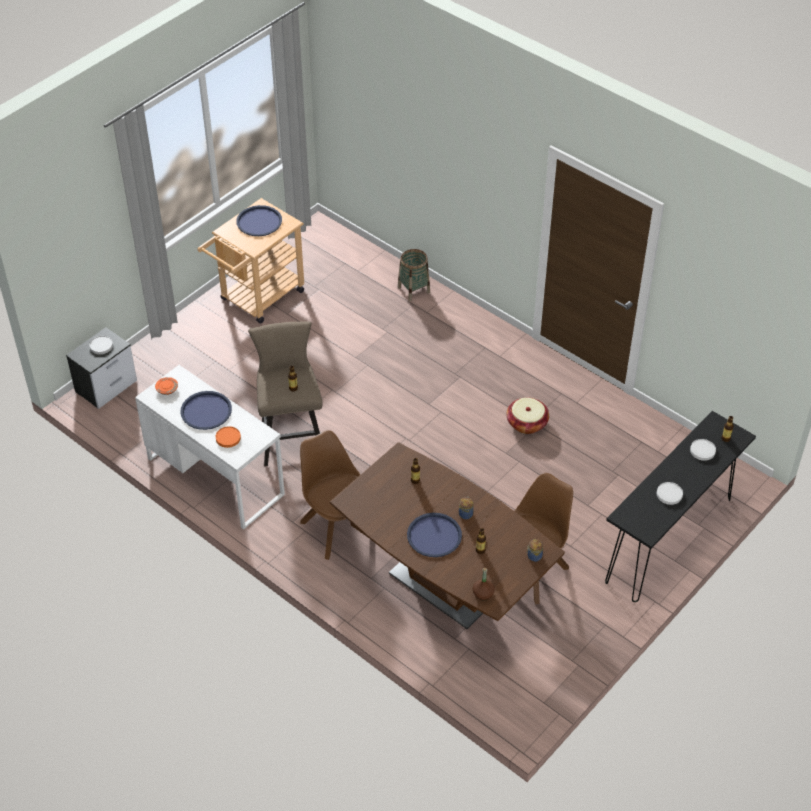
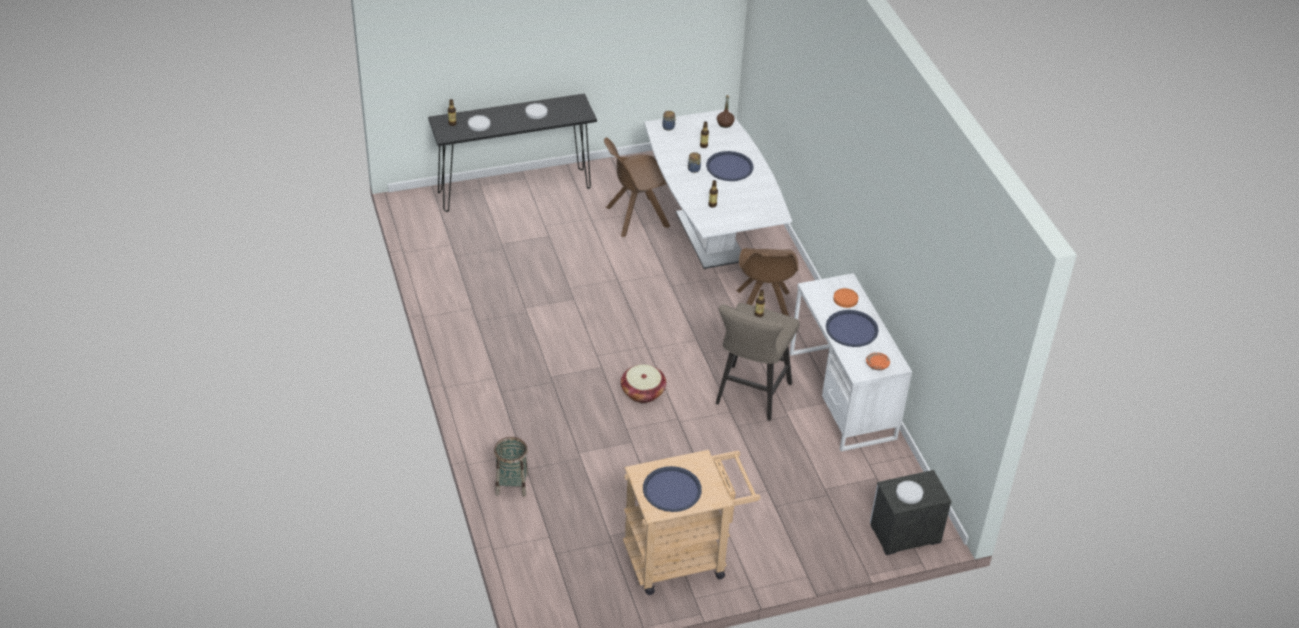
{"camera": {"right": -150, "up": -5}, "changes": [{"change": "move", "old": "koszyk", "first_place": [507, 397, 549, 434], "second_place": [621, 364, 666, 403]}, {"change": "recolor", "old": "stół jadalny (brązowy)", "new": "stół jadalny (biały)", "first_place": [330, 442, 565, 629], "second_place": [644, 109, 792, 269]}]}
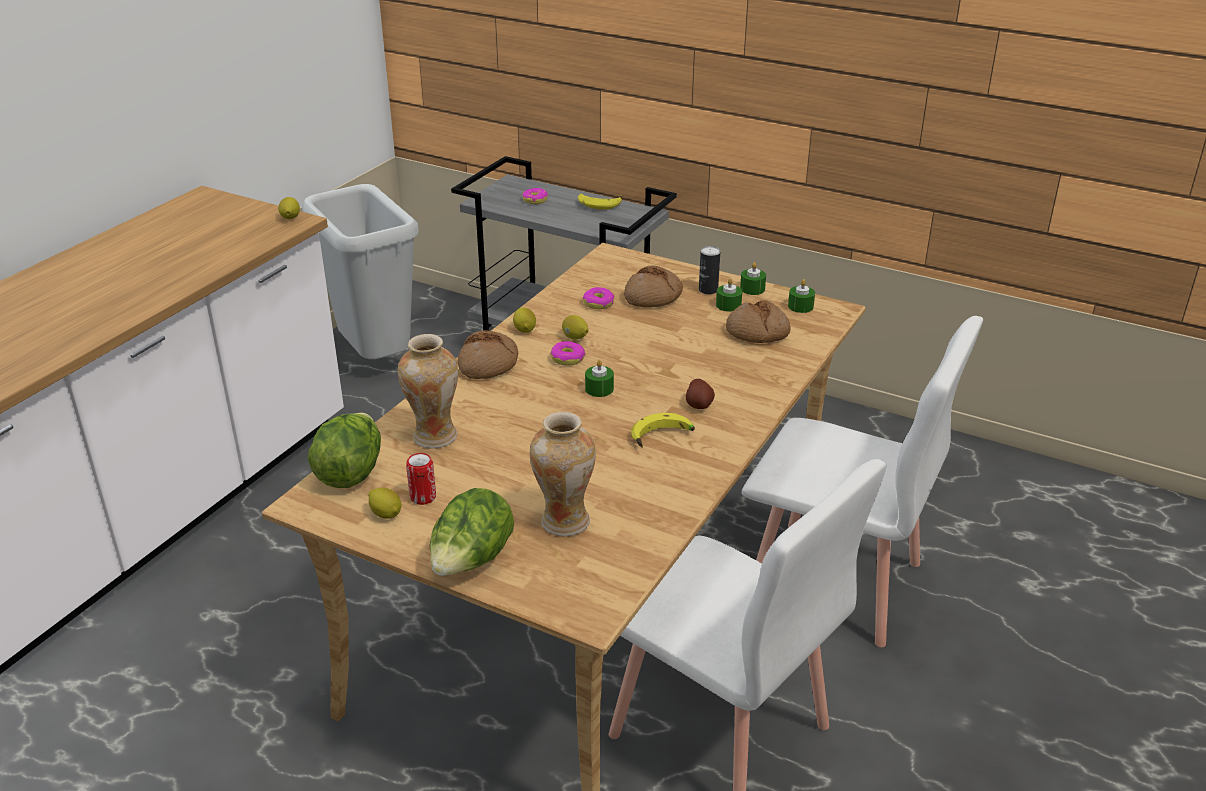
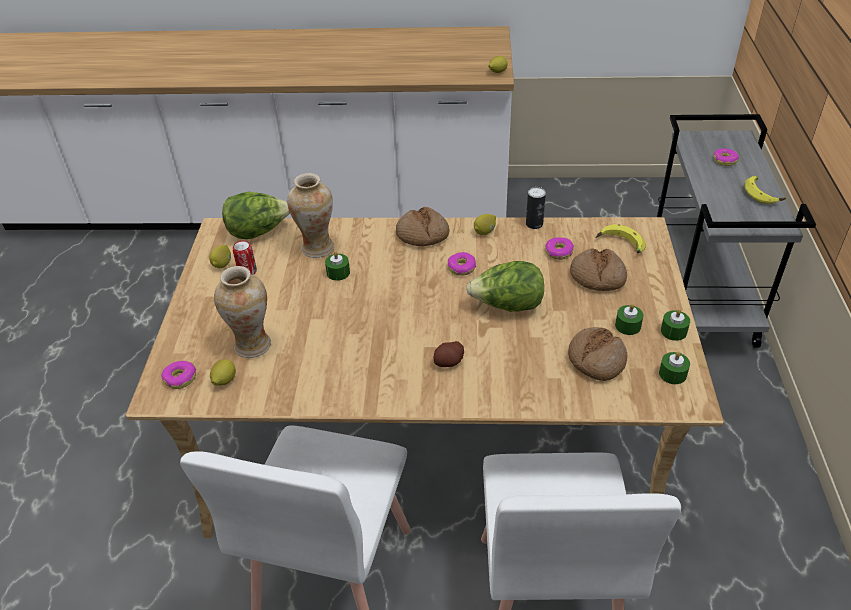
{"camera": {"right": 65, "up": 10}, "changes": [{"change": "insert", "new": "donut", "second_place": [161, 361, 196, 389]}, {"change": "move", "old": "cytryna", "first_place": [562, 315, 589, 339], "second_place": [210, 359, 236, 386]}, {"change": "move", "old": "świeca (zielony)", "first_place": [585, 360, 614, 397], "second_place": [325, 251, 350, 281]}, {"change": "move", "old": "sałata", "first_place": [430, 488, 514, 576], "second_place": [466, 261, 544, 312]}, {"change": "move", "old": "puszka", "first_place": [699, 246, 720, 294], "second_place": [526, 187, 546, 229]}, {"change": "move", "old": "banan", "first_place": [631, 413, 695, 447], "second_place": [595, 224, 646, 253]}, {"change": "delete", "old": "kosz na śmieci (szary)", "first_place": [302, 184, 419, 359]}]}
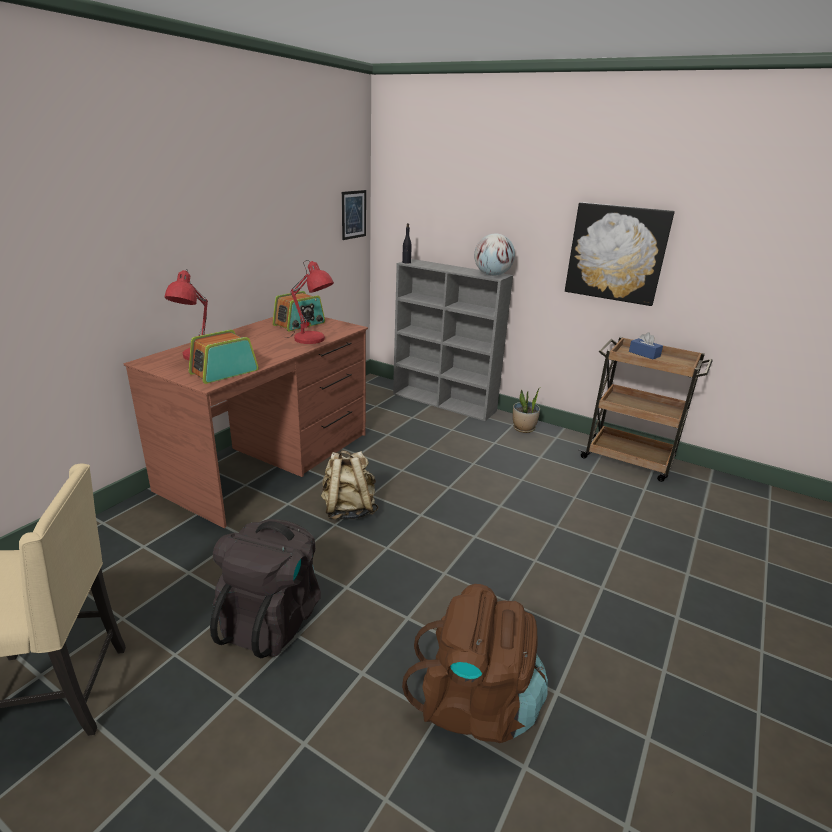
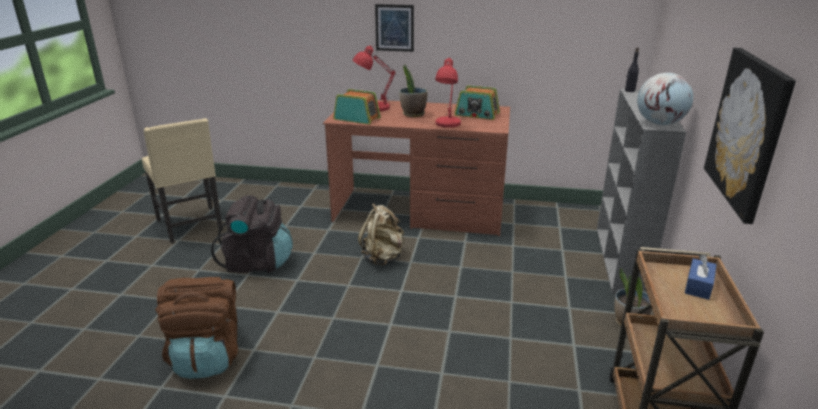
{"camera": {"right": 70, "up": 0}, "changes": [{"change": "move", "old": "obraz", "first_place": [342, 190, 366, 240], "second_place": [375, 4, 414, 52]}, {"change": "insert", "new": "roślina doniczkowa", "second_place": [399, 65, 428, 117]}]}
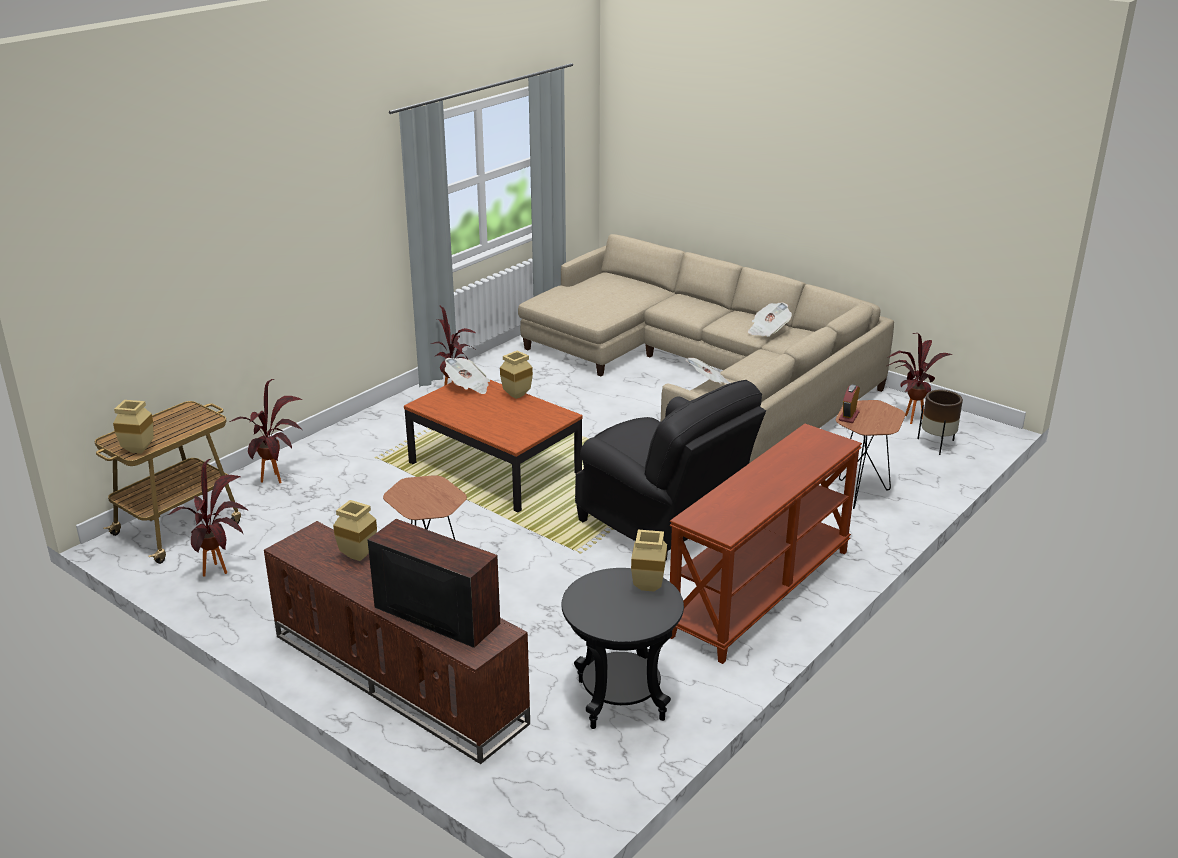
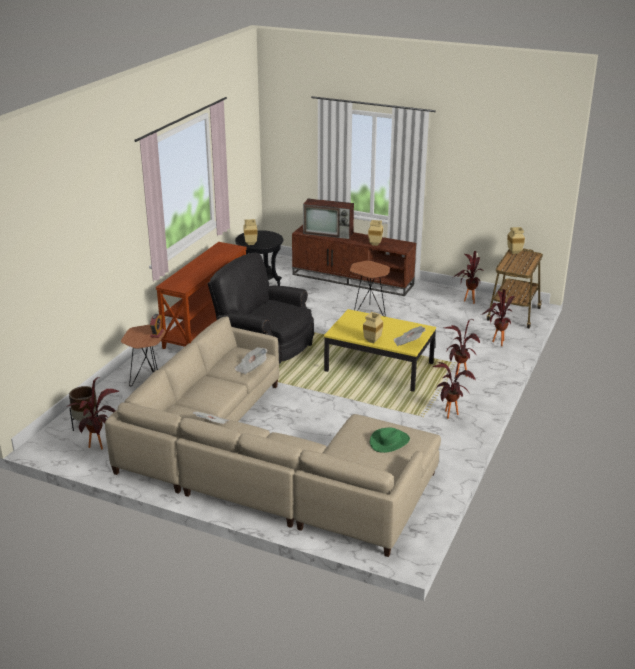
{"camera": {"right": 165, "up": 0}, "changes": [{"change": "recolor", "old": "ława (brązowy)", "new": "ława (żółty)", "first_place": [404, 380, 583, 512], "second_place": [324, 309, 436, 392]}, {"change": "insert", "new": "kapelusz (zielony)", "second_place": [370, 427, 410, 453]}, {"change": "insert", "new": "roślina doniczkowa", "second_place": [443, 319, 480, 377]}]}
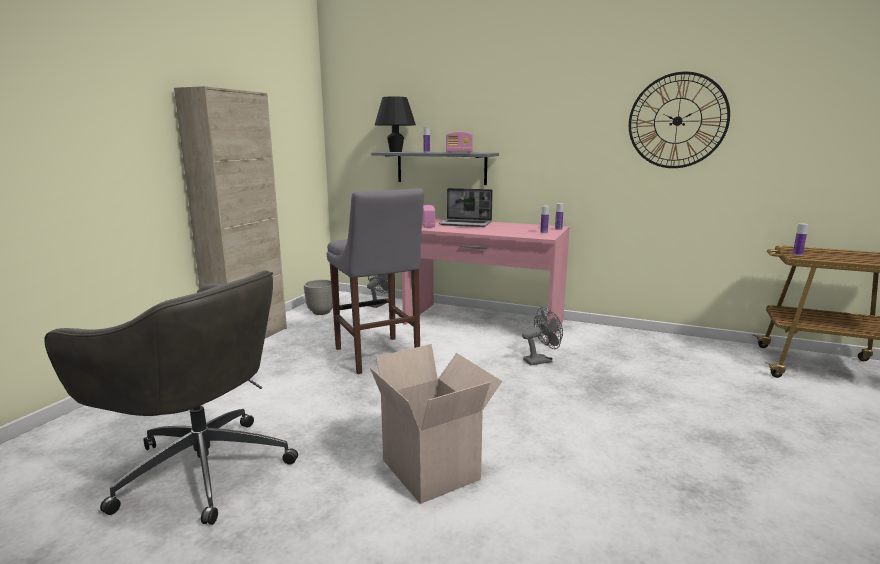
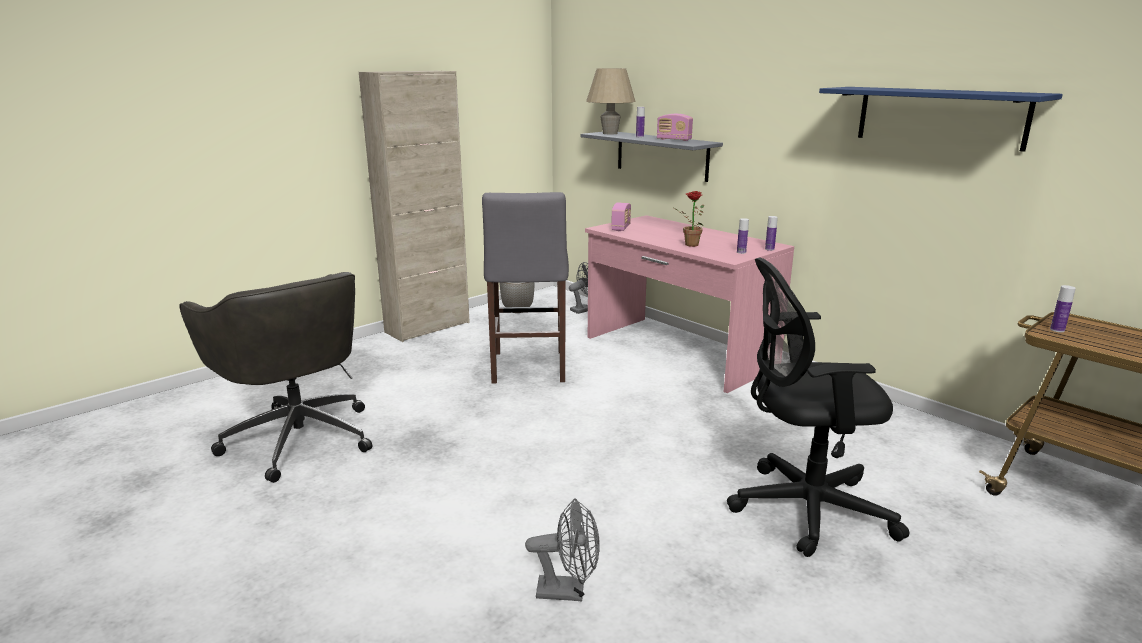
{"camera": {"right": 25, "up": 5}, "changes": [{"change": "move", "old": "wentylator (szary)", "first_place": [522, 307, 563, 366], "second_place": [525, 498, 600, 601]}, {"change": "recolor", "old": "lampa stołowa (czarny)", "new": "lampa stołowa (beżowy)", "first_place": [375, 96, 416, 152], "second_place": [586, 68, 636, 134]}, {"change": "insert", "new": "roślina doniczkowa", "second_place": [674, 191, 704, 247]}, {"change": "insert", "new": "krzesło biurowe (czarny)", "second_place": [727, 258, 910, 557]}, {"change": "replace", "old": "zegar ścienny", "new": "półka (niebieski)", "first_place": [629, 72, 730, 168], "second_place": [819, 87, 1063, 152]}, {"change": "delete", "old": "karton", "first_place": [370, 344, 502, 504]}, {"change": "delete", "old": "laptop", "first_place": [439, 188, 493, 227]}]}
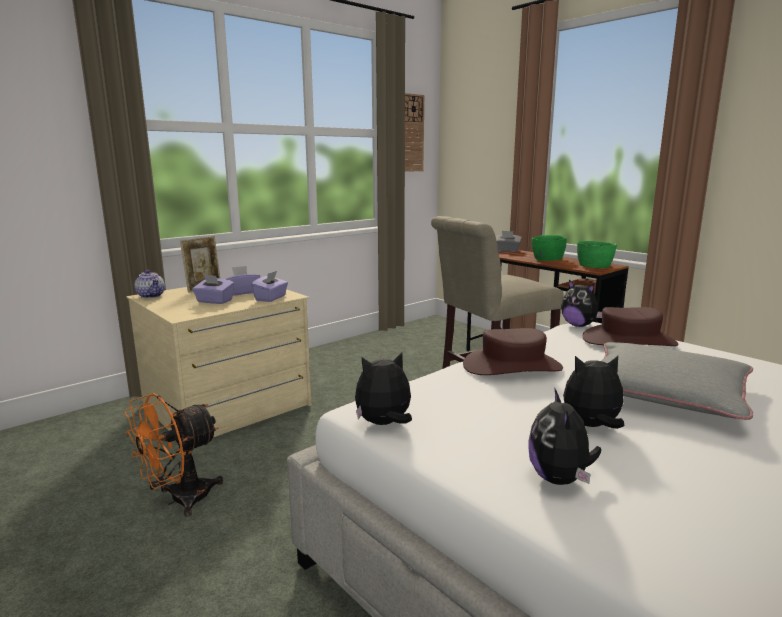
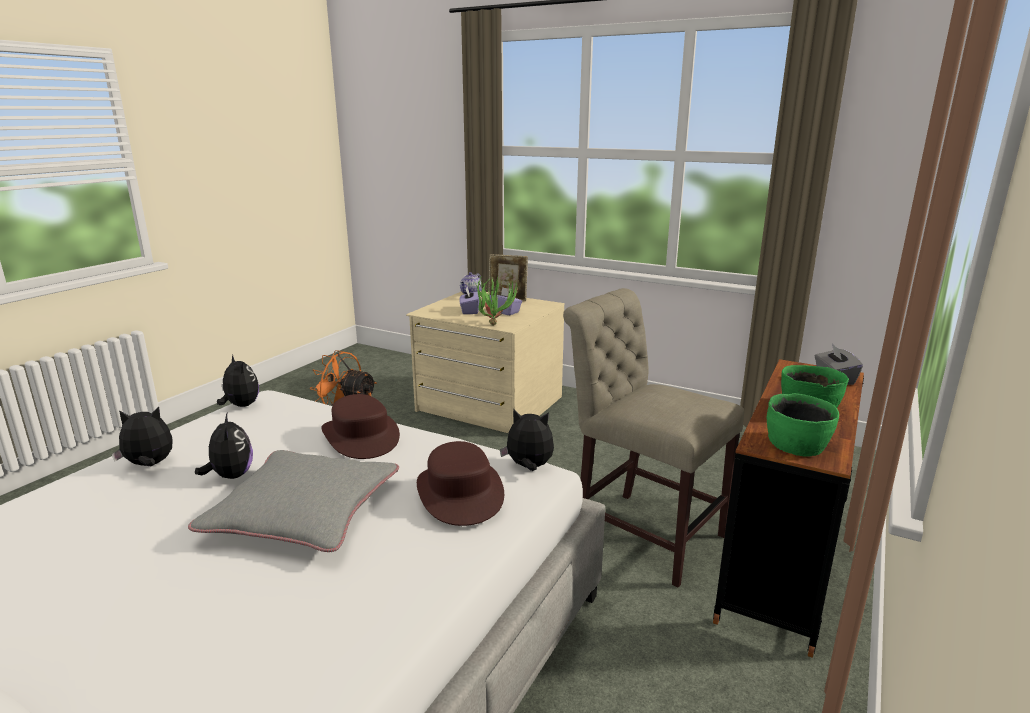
{"camera": {"right": 70, "up": 5}, "changes": [{"change": "replace", "old": "pudełko chusteczek (fioletowy)", "new": "roślina doniczkowa", "first_place": [251, 271, 288, 302], "second_place": [474, 275, 518, 326]}, {"change": "rotate", "old": "pluszak", "first_place": [561, 280, 602, 327], "second_place": [500, 409, 554, 471], "degrees": 75}, {"change": "delete", "old": "zegar ścienny", "first_place": [405, 93, 424, 172]}]}
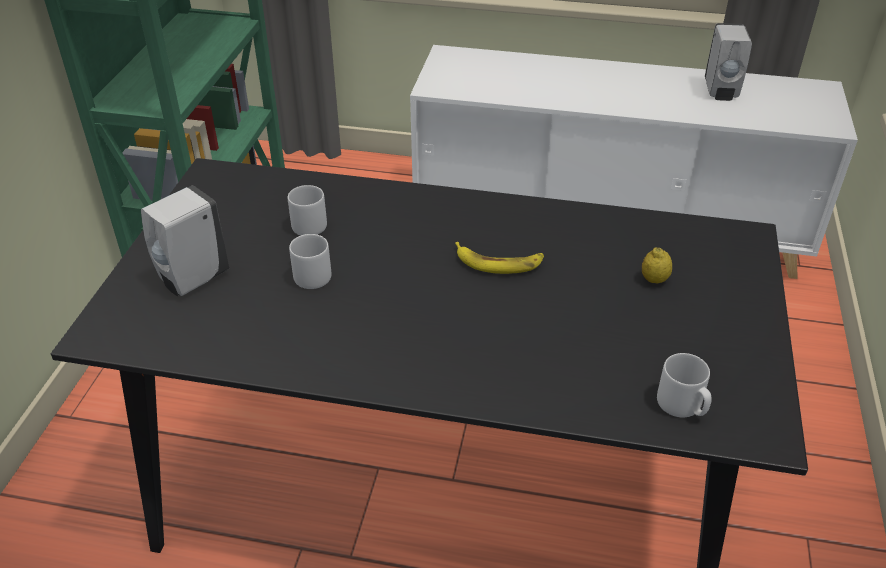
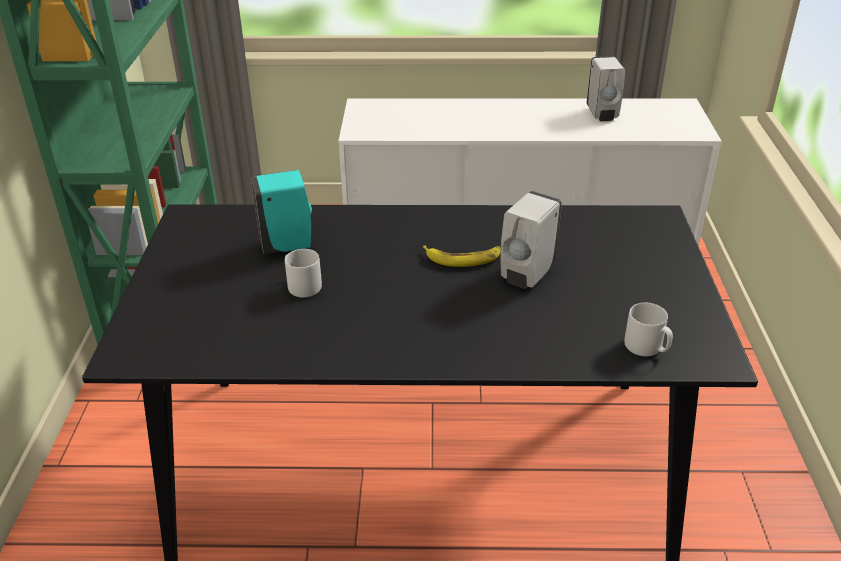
{"camera": {"right": -10, "up": -5}, "changes": [{"change": "replace", "old": "kubek (szary)", "new": "dozownik mydła (turkusowy)", "first_place": [288, 185, 327, 236], "second_place": [251, 170, 312, 255]}, {"change": "move", "old": "dozownik mydła (biały)", "first_place": [141, 185, 229, 296], "second_place": [500, 191, 562, 289]}, {"change": "delete", "old": "cytryna", "first_place": [642, 247, 672, 283]}]}
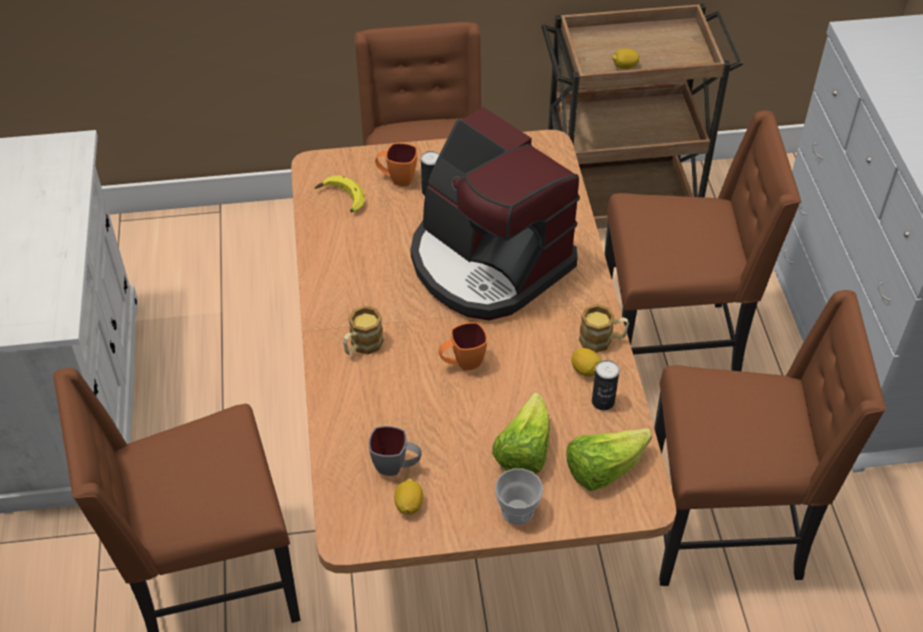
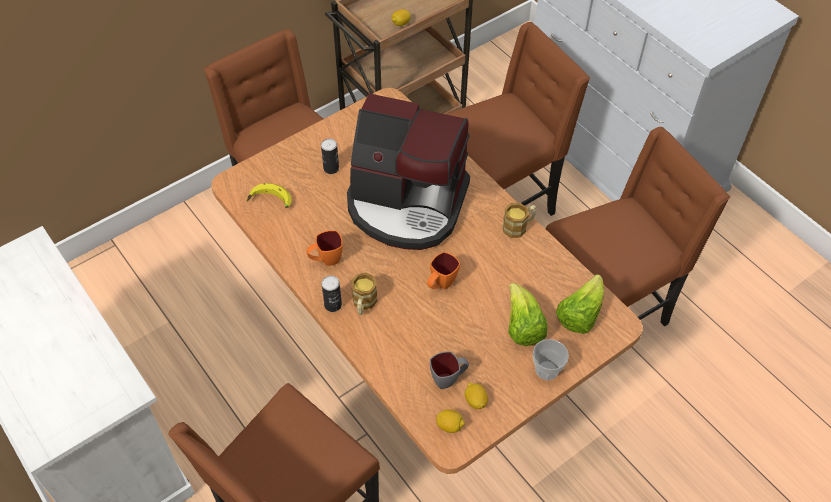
{"camera": {"right": -30, "up": 5}, "changes": [{"change": "move", "old": "kubek (pomarańczowy)", "first_place": [375, 143, 417, 187], "second_place": [307, 230, 343, 266]}, {"change": "move", "old": "puszka", "first_place": [592, 360, 619, 411], "second_place": [321, 276, 342, 312]}, {"change": "move", "old": "cytryna", "first_place": [571, 348, 601, 377], "second_place": [436, 410, 465, 433]}]}
